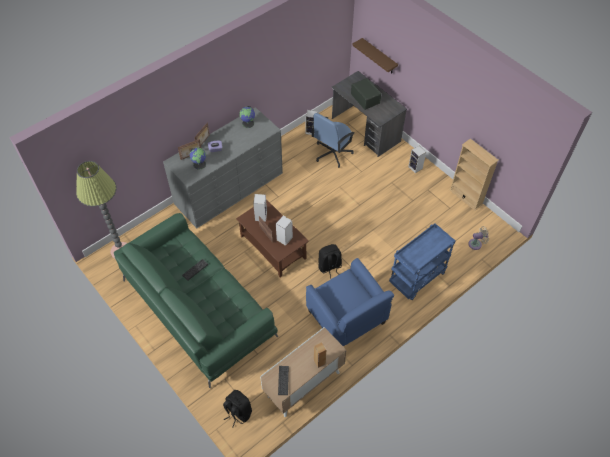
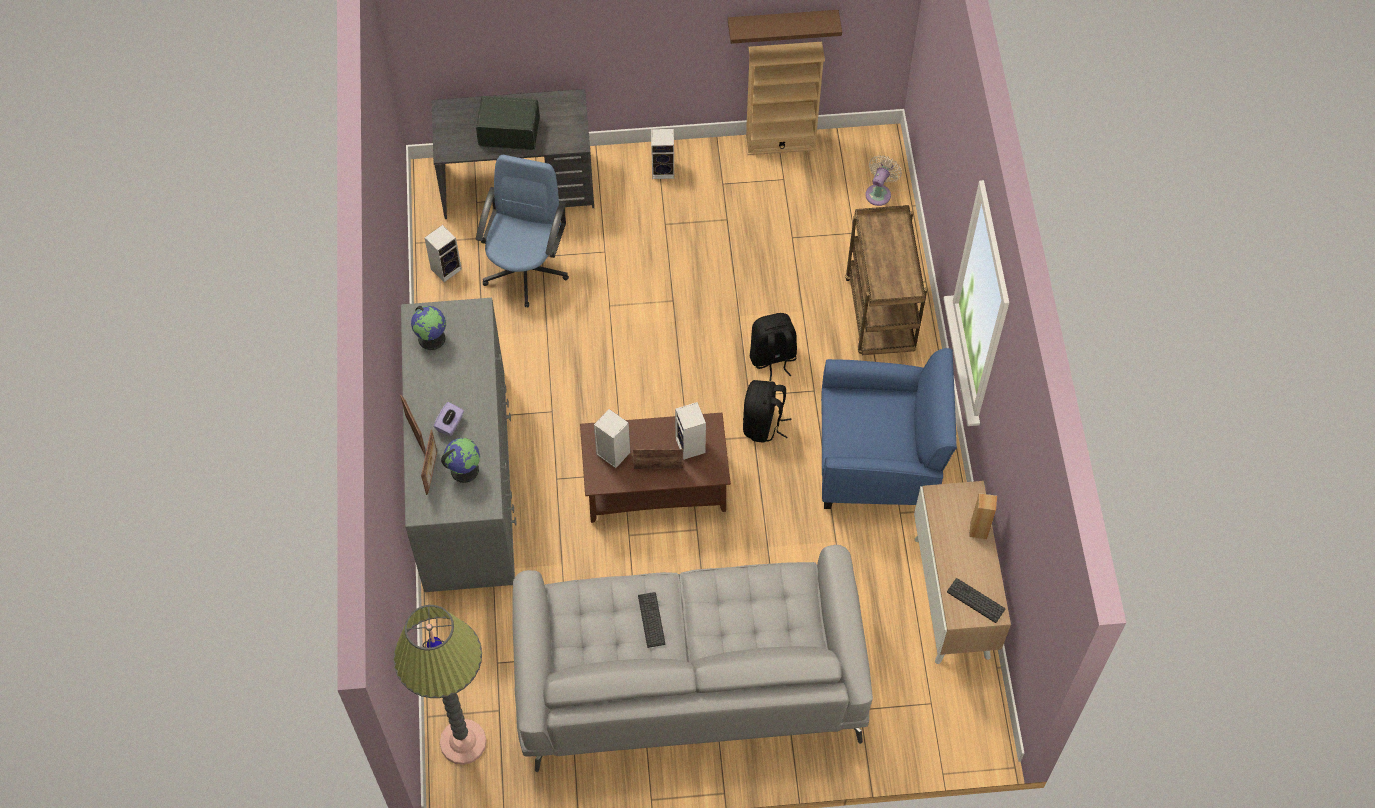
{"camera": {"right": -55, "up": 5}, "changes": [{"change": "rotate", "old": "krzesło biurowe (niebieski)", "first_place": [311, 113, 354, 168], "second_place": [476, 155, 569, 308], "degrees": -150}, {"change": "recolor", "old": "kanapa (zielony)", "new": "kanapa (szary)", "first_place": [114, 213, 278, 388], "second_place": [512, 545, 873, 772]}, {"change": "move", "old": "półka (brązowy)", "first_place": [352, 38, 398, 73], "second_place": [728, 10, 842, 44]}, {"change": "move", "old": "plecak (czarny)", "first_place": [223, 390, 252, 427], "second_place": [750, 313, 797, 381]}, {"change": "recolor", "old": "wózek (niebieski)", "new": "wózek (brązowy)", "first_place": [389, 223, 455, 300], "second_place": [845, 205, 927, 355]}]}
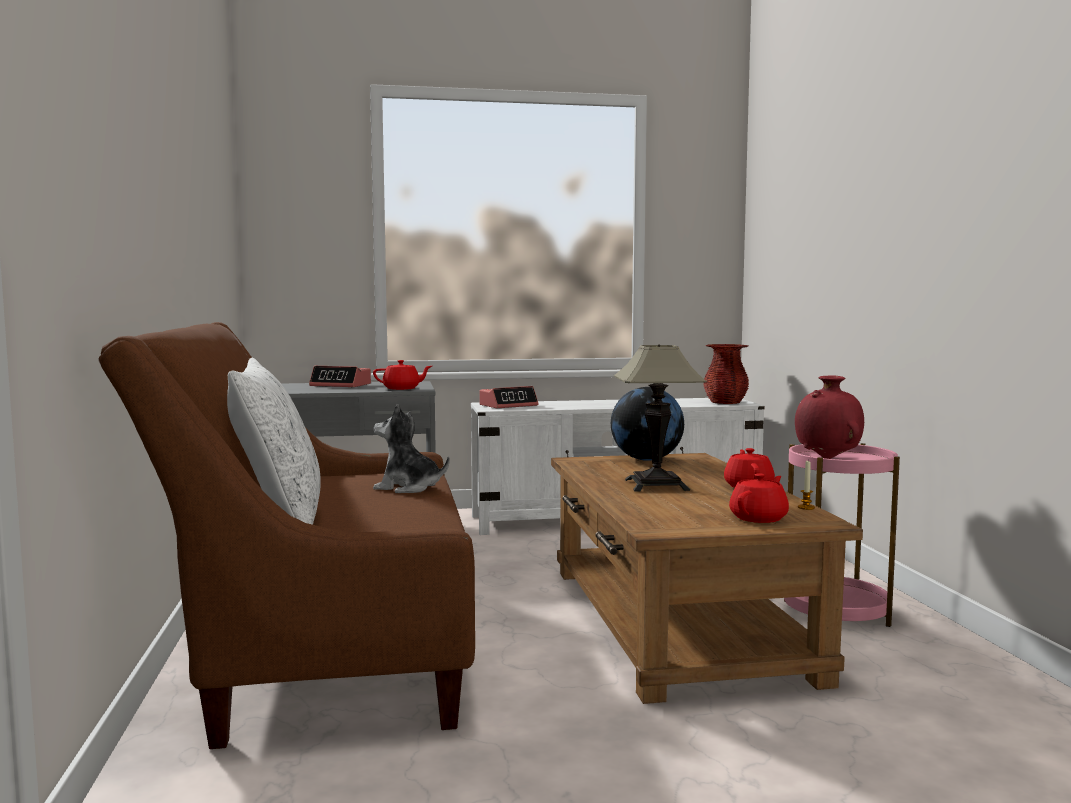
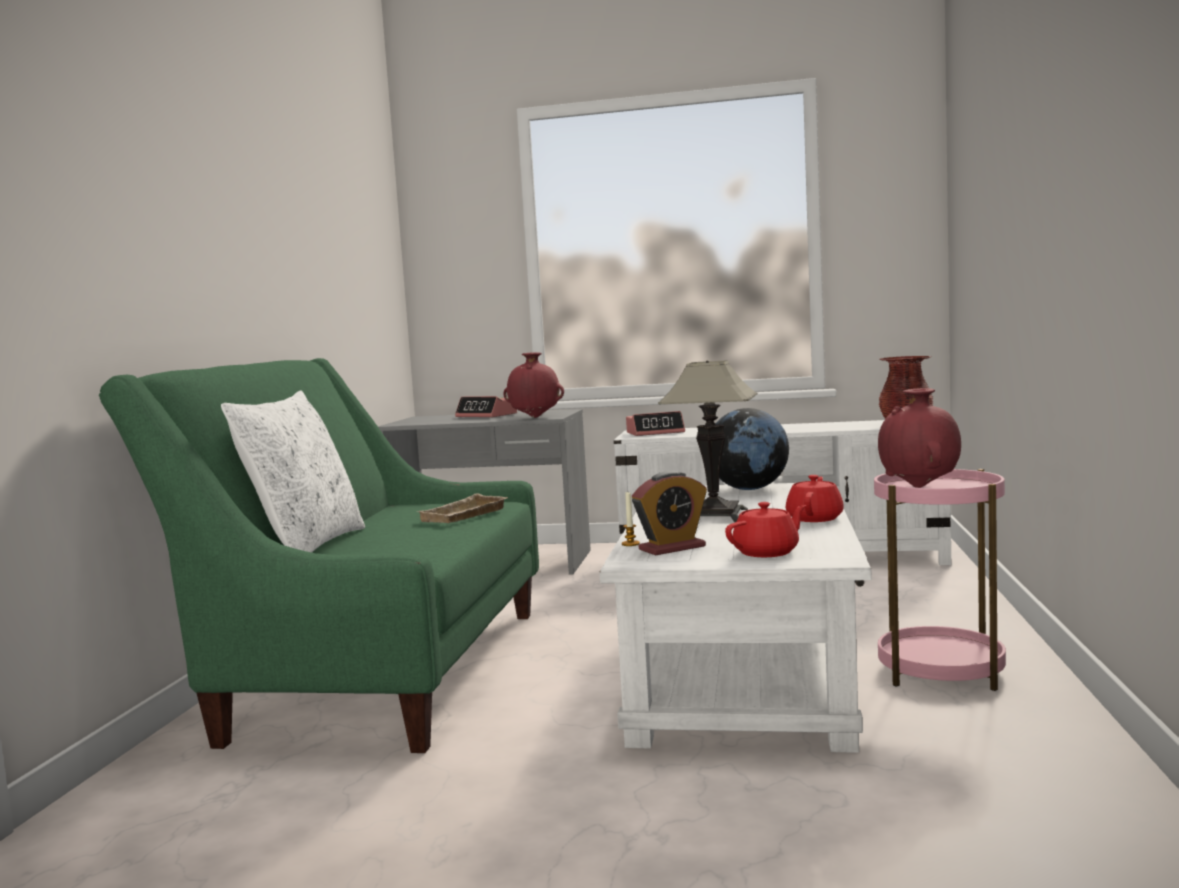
{"camera": {"right": 20, "up": 0}, "changes": [{"change": "recolor", "old": "kanapa (brązowy)", "new": "kanapa (zielony)", "first_place": [98, 322, 475, 749], "second_place": [99, 358, 539, 753]}, {"change": "replace", "old": "pluszak", "new": "taca (beżowy)", "first_place": [373, 404, 450, 493], "second_place": [419, 493, 508, 523]}, {"change": "replace", "old": "imbryk (czerwony)", "new": "wazon (czerwony)", "first_place": [373, 360, 432, 390], "second_place": [504, 352, 564, 418]}, {"change": "recolor", "old": "ława (brązowy)", "new": "ława (biały)", "first_place": [551, 453, 863, 704], "second_place": [599, 483, 871, 753]}, {"change": "move", "old": "świeca", "first_place": [798, 461, 815, 510], "second_place": [622, 492, 640, 546]}, {"change": "insert", "new": "budzik", "second_place": [632, 471, 707, 555]}]}
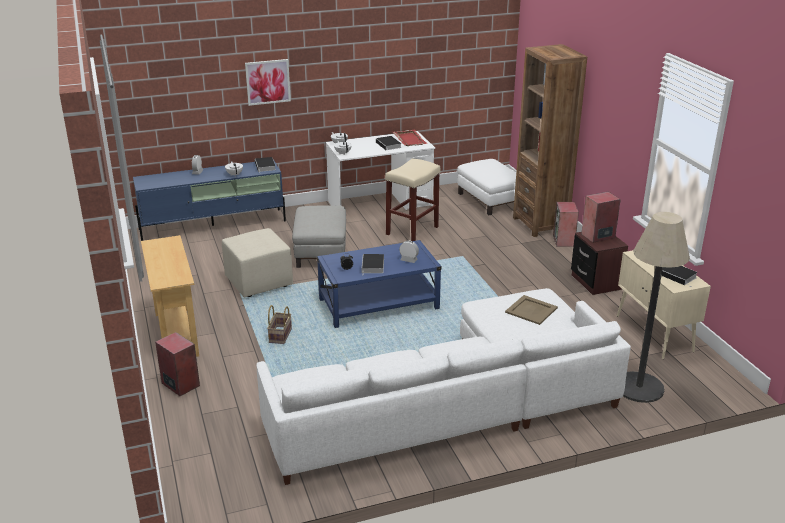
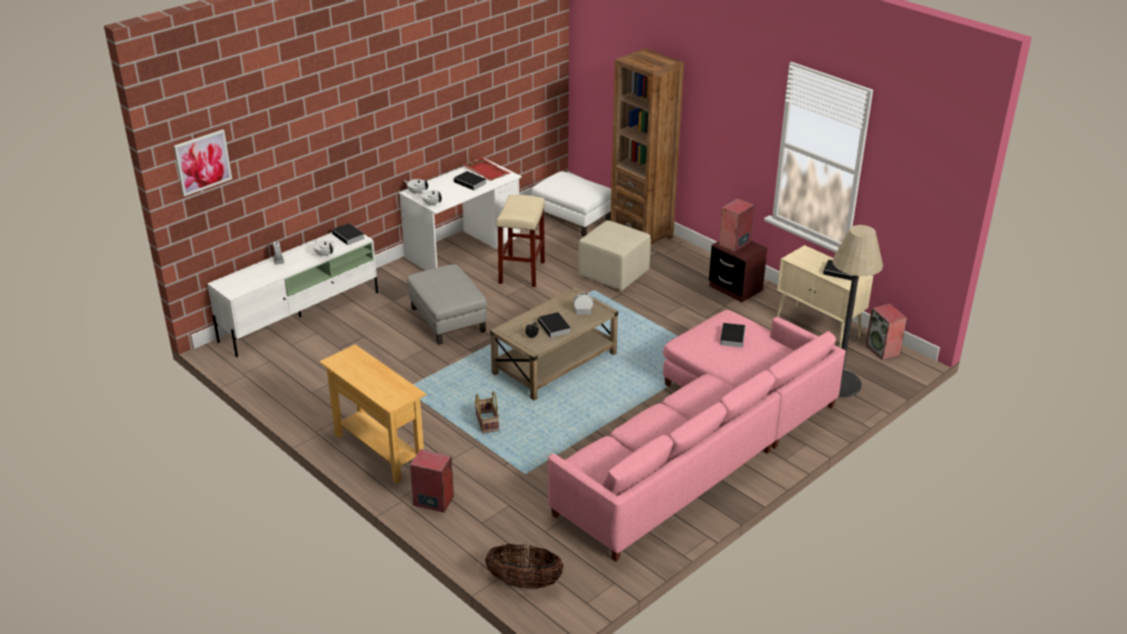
{"camera": {"right": -25, "up": 5}, "changes": [{"change": "move", "old": "obraz", "first_place": [245, 59, 291, 106], "second_place": [174, 130, 232, 196]}, {"change": "recolor", "old": "szafka pod telewizor (niebieski)", "new": "szafka pod telewizor (biały)", "first_place": [133, 159, 286, 241], "second_place": [207, 232, 378, 357]}, {"change": "insert", "new": "koszyk", "second_place": [485, 544, 563, 589]}, {"change": "recolor", "old": "ława (niebieski)", "new": "ława (beżowy)", "first_place": [317, 240, 441, 328], "second_place": [490, 287, 618, 400]}, {"change": "recolor", "old": "kanapa (biały)", "new": "kanapa (różowy)", "first_place": [256, 288, 631, 485], "second_place": [548, 310, 846, 562]}, {"change": "move", "old": "pufa (beżowy)", "first_place": [222, 228, 293, 297], "second_place": [578, 220, 651, 291]}, {"change": "replace", "old": "taca (beżowy)", "new": "książka", "first_place": [505, 295, 558, 325], "second_place": [720, 323, 746, 348]}, {"change": "move", "old": "głośnik", "first_place": [553, 202, 579, 247], "second_place": [866, 303, 907, 360]}]}
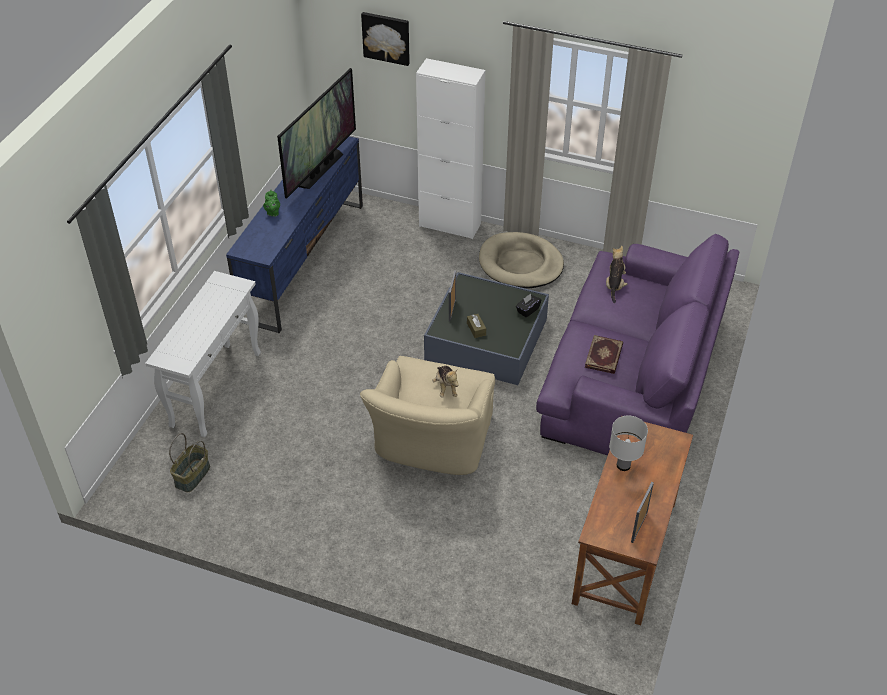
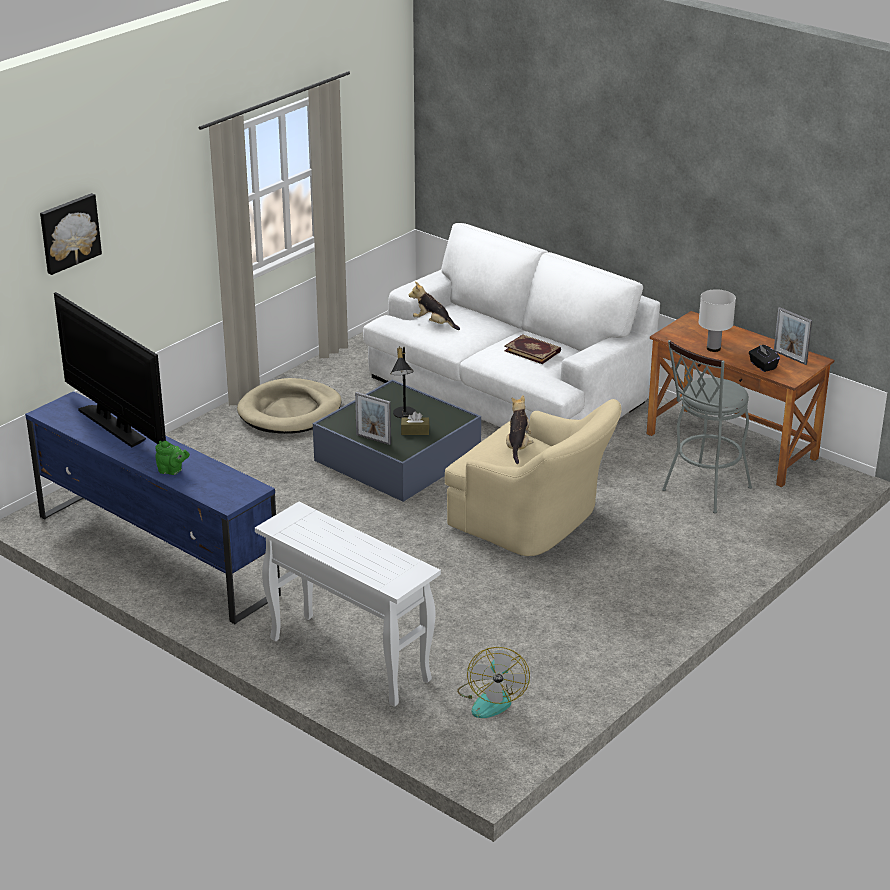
{"camera": {"right": -70, "up": -15}, "changes": [{"change": "recolor", "old": "kanapa (fioletowy)", "new": "kanapa (biały)", "first_place": [536, 234, 739, 456], "second_place": [363, 223, 660, 427]}, {"change": "insert", "new": "lampa stołowa (czarny)", "second_place": [390, 346, 416, 418]}, {"change": "replace", "old": "koszyk", "new": "wentylator", "first_place": [169, 433, 210, 492], "second_place": [457, 647, 530, 718]}, {"change": "rotate", "old": "pluszak", "first_place": [432, 366, 459, 398], "second_place": [506, 395, 533, 464], "degrees": -90}, {"change": "insert", "new": "stołek (szary)", "second_place": [662, 340, 752, 514]}, {"change": "move", "old": "pudełko chusteczek (czarny)", "first_place": [516, 294, 541, 317], "second_place": [749, 344, 780, 372]}, {"change": "delete", "old": "szafka (biały)", "first_place": [416, 58, 485, 239]}]}
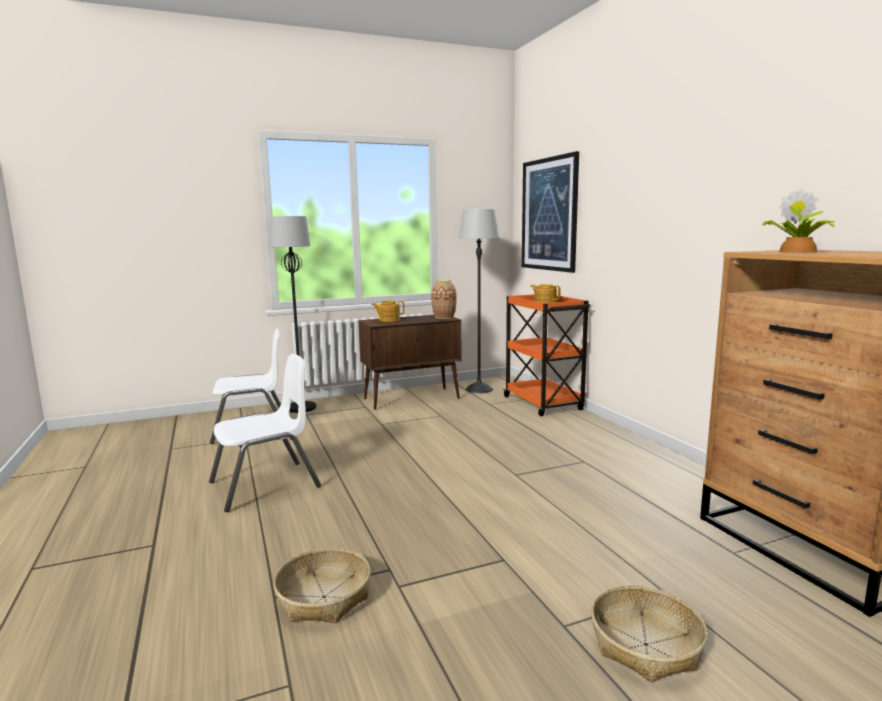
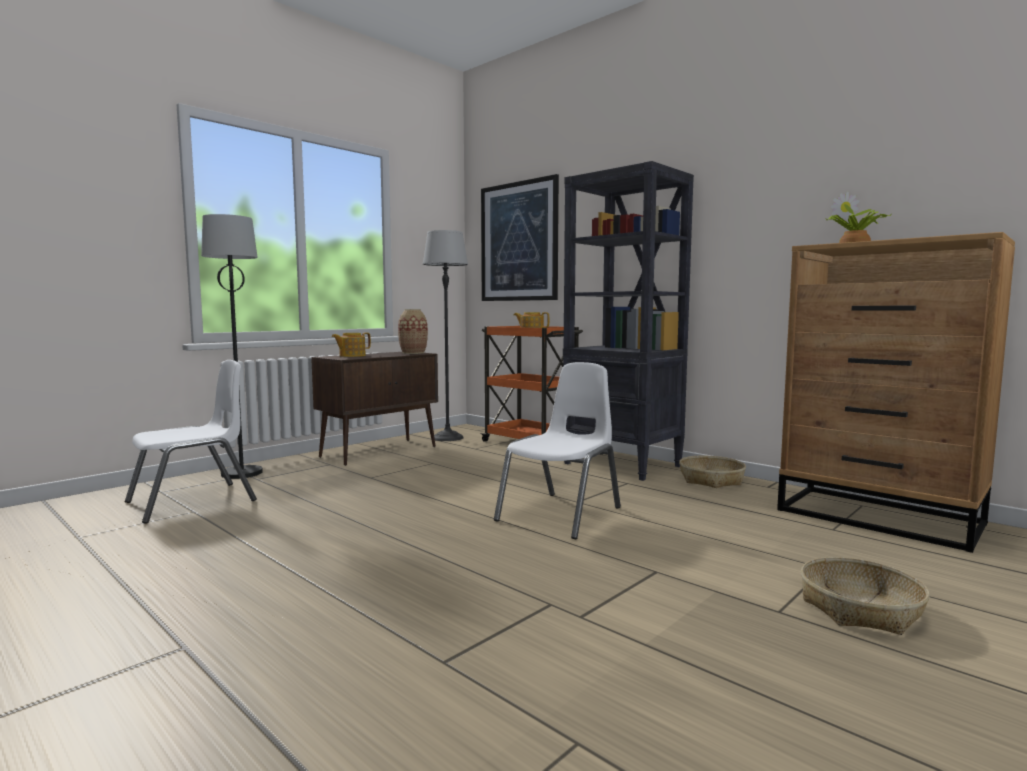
{"camera": {"right": -25, "up": -5}, "changes": [{"change": "move", "old": "krzesło (biały)", "first_place": [209, 354, 321, 512], "second_place": [494, 362, 621, 539]}, {"change": "insert", "new": "regał (czarny)", "second_place": [563, 161, 694, 481]}, {"change": "move", "old": "koszyk", "first_place": [273, 548, 371, 623], "second_place": [679, 456, 746, 488]}]}
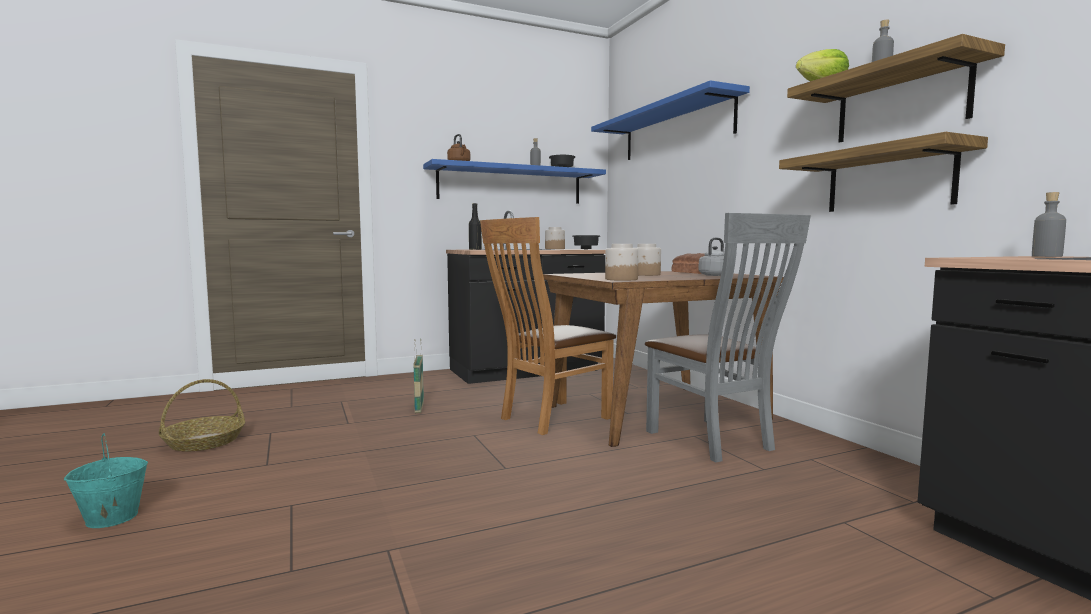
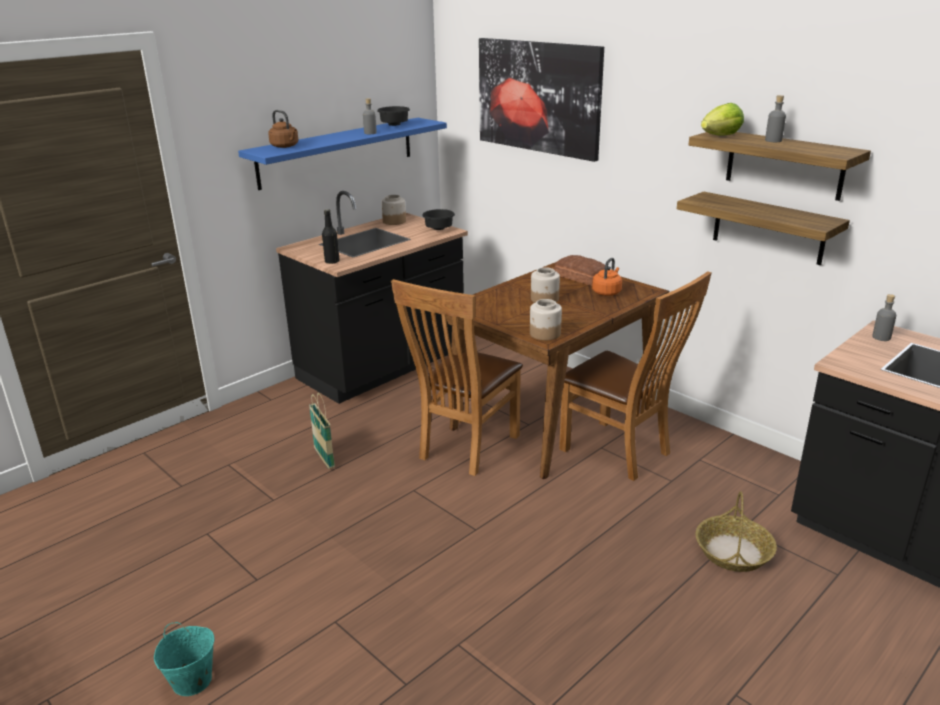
{"camera": {"right": -20, "up": 20}, "changes": [{"change": "replace", "old": "półka (niebieski)", "new": "obraz", "first_place": [591, 80, 750, 160], "second_place": [479, 38, 604, 162]}, {"change": "recolor", "old": "krzesło (szary)", "new": "krzesło (brązowy)", "first_place": [645, 213, 811, 462], "second_place": [559, 271, 711, 481]}, {"change": "recolor", "old": "czajnik (szary)", "new": "czajnik (pomarańczowy)", "first_place": [698, 238, 724, 276], "second_place": [592, 258, 622, 296]}, {"change": "move", "old": "koszyk", "first_place": [159, 379, 245, 452], "second_place": [696, 491, 777, 572]}]}
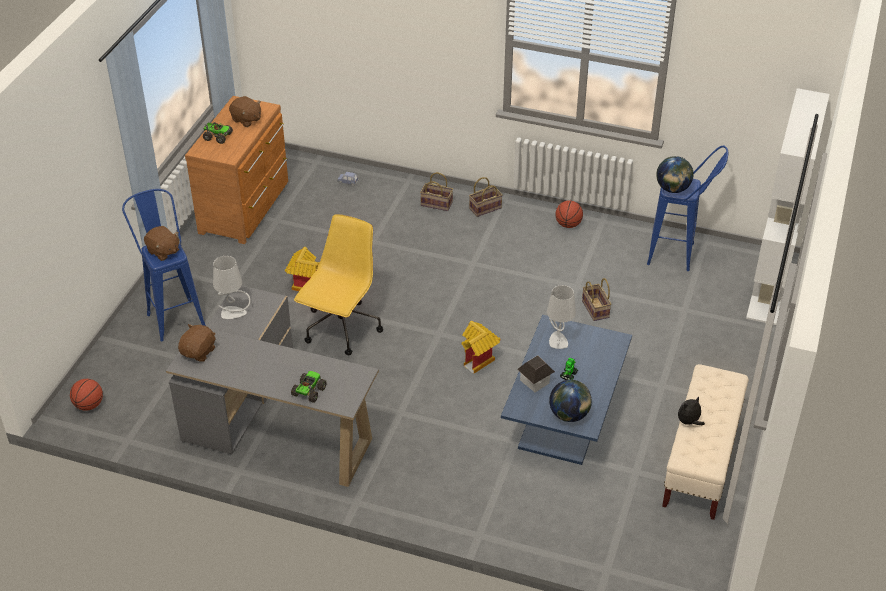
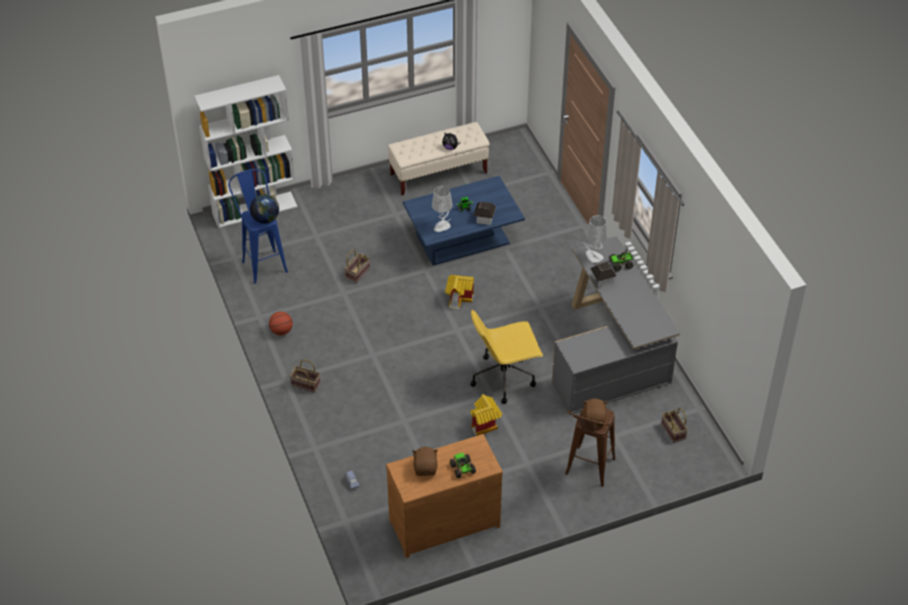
{"camera": {"right": -130, "up": 5}, "changes": [{"change": "recolor", "old": "stołek (niebieski)", "new": "stołek (brązowy)", "first_place": [122, 189, 206, 341], "second_place": [565, 407, 615, 487]}, {"change": "move", "old": "lampa stołowa (szary)", "first_place": [213, 256, 251, 319], "second_place": [582, 215, 608, 263]}, {"change": "insert", "new": "domek", "second_place": [590, 262, 617, 288]}, {"change": "move", "old": "koszyk", "first_place": [420, 172, 453, 211], "second_place": [661, 408, 688, 443]}, {"change": "delete", "old": "piłka do koszykówki", "first_place": [70, 379, 103, 411]}, {"change": "delete", "old": "pluszak (brązowy)", "first_place": [178, 324, 216, 362]}, {"change": "delete", "old": "globus", "first_place": [549, 380, 592, 422]}]}
